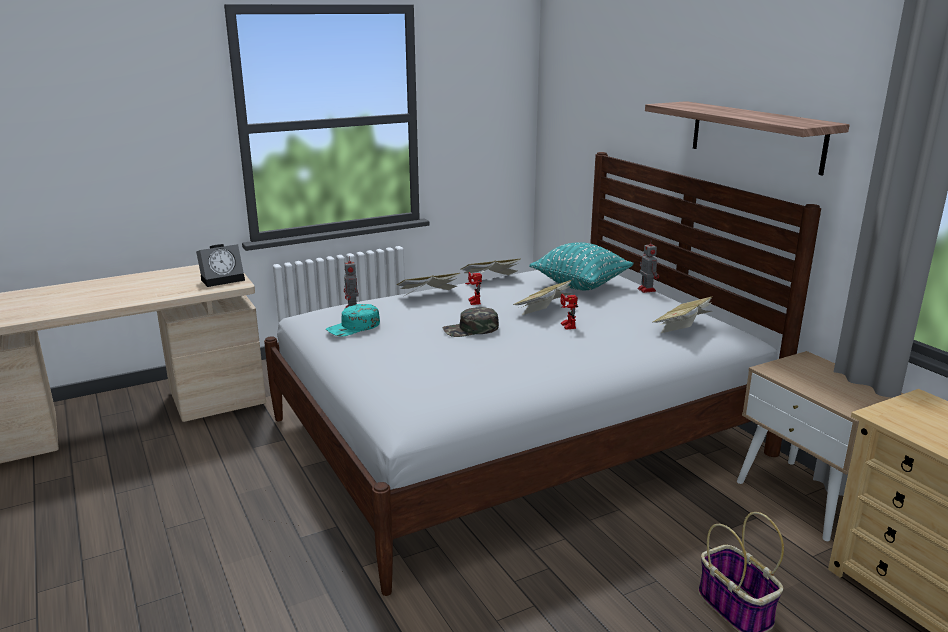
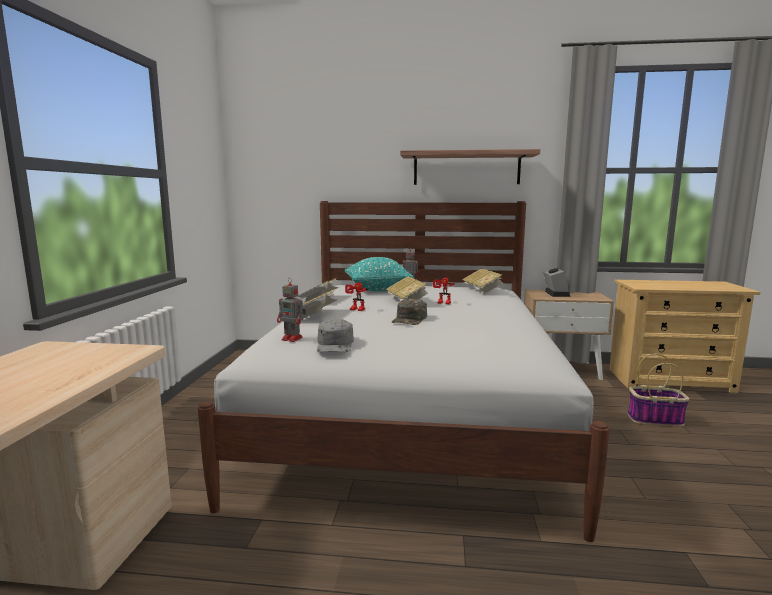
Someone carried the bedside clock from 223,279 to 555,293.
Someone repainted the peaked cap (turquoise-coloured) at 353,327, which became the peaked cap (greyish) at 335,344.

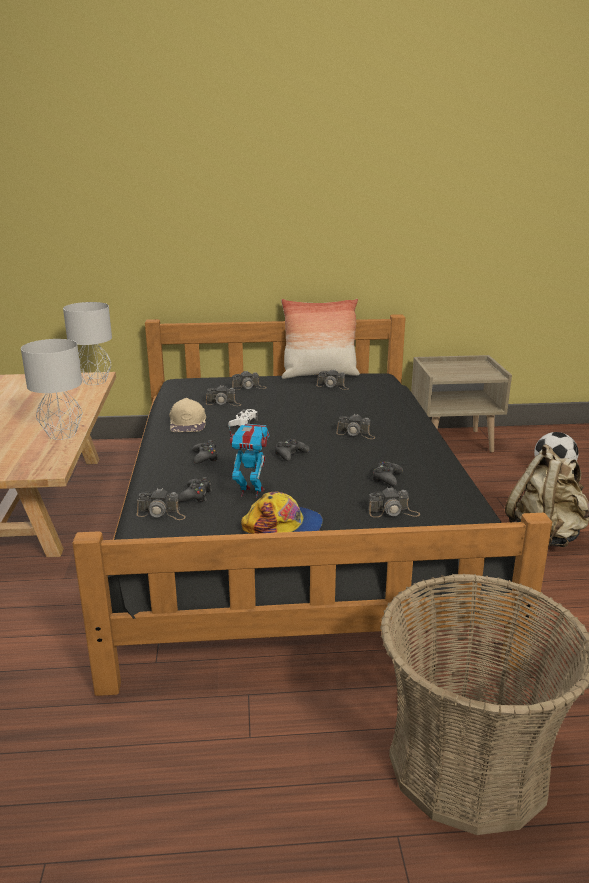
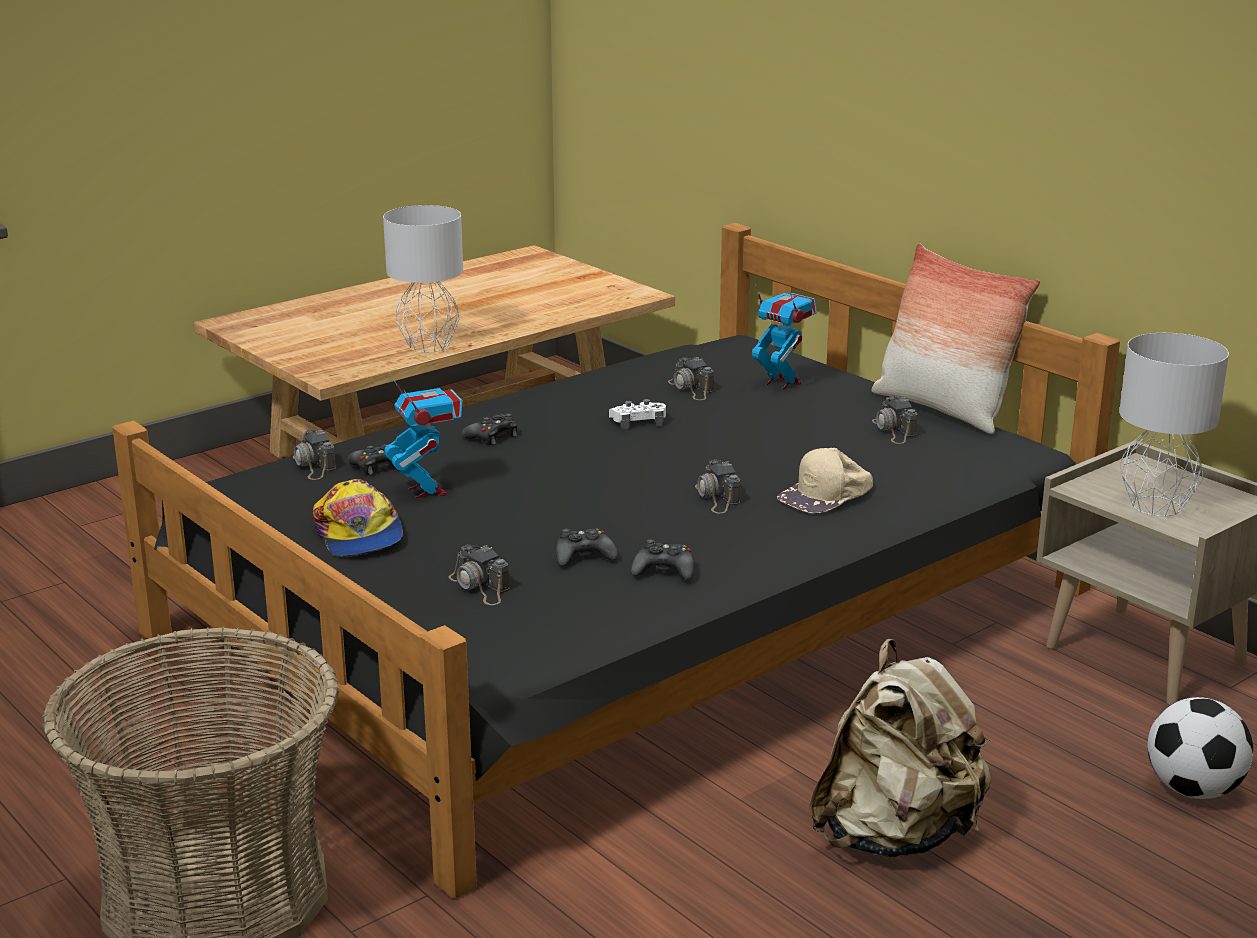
Someone carried the table lamp (greyish) from 95,381 to 1157,507.
Someone carried the peaked cap (beige) from 188,423 to 827,495.
Someone swapped the photo camera at 249,387 for the toy robot at 782,383.
Someone carried the gamepad (blackish) from 290,454 to 664,571.

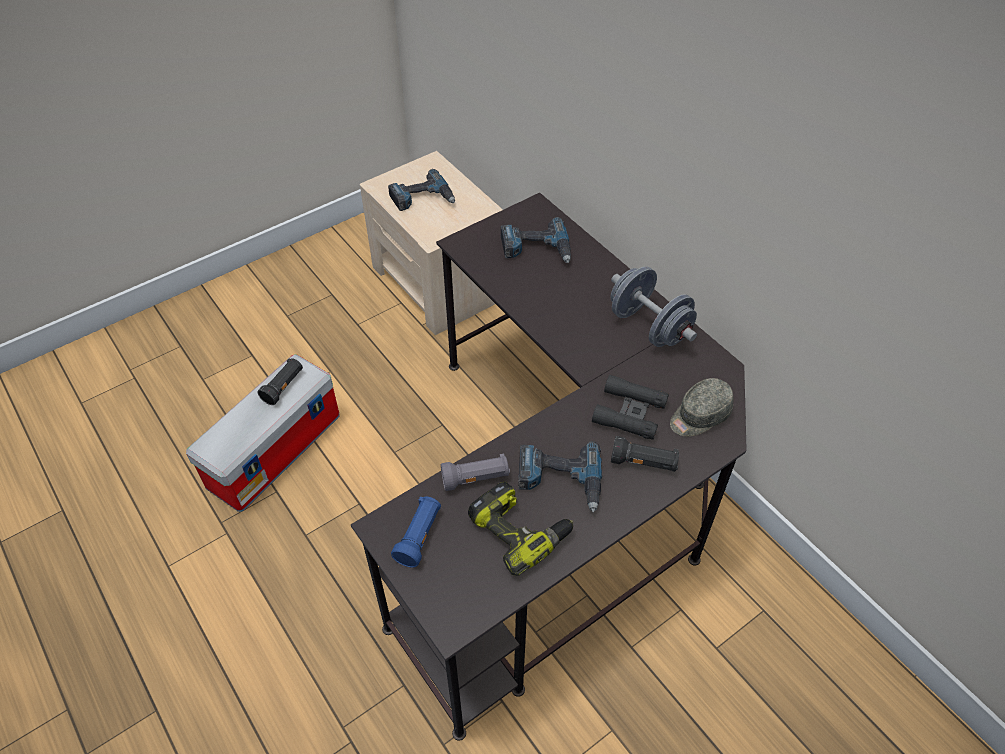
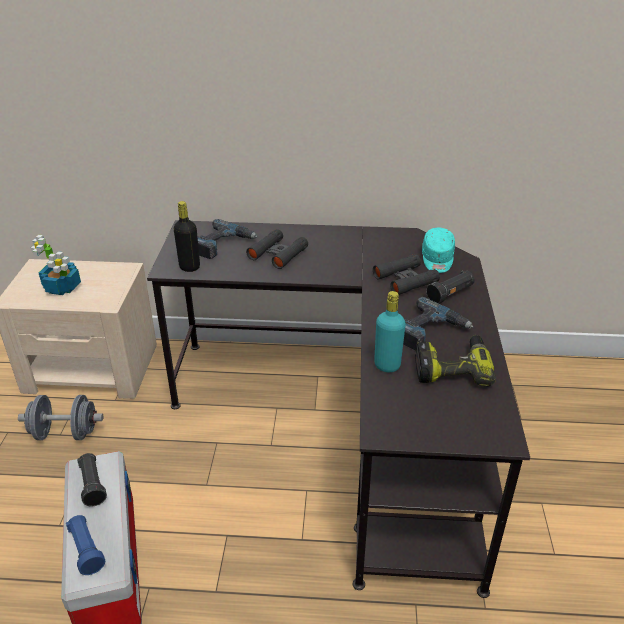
Someone swapped the electric drill at 422,198 for the potted plant at 62,288.
Someone carried the hand torch (bluish) from 419,536 to 86,550.
Someone swapped the hand torch (greyish) at 476,479 for the drink bottle (turquoise-coloured) at 387,365.
Someone carried the free weight (greyish) from 649,326 to 65,433.
Someone repainted the peaked cap (greyish) at 699,416, which became the peaked cap (turquoise-coloured) at 437,259.
Someone put down the drink bottle (blackish) at 189,267.
Someone put down the field glasses (blackish) at 278,254.

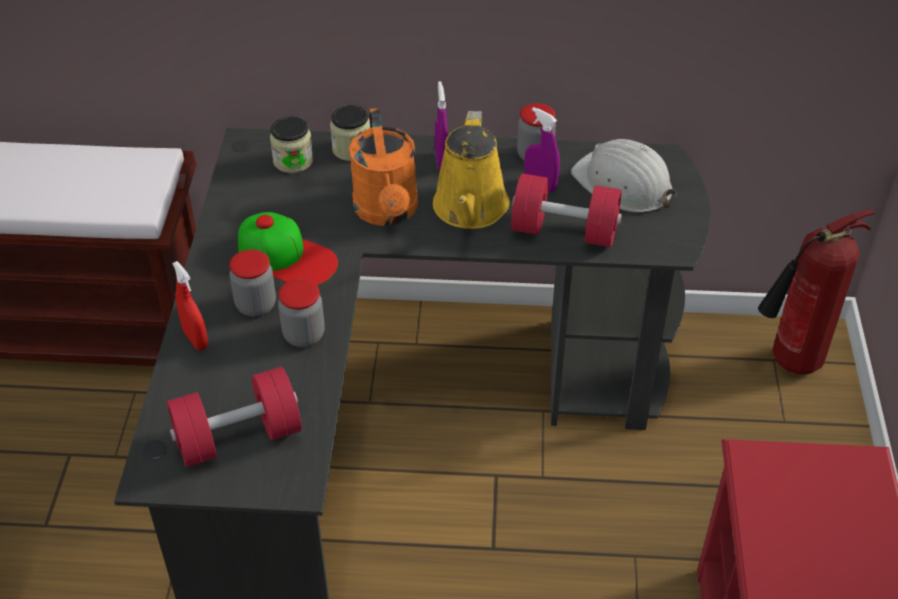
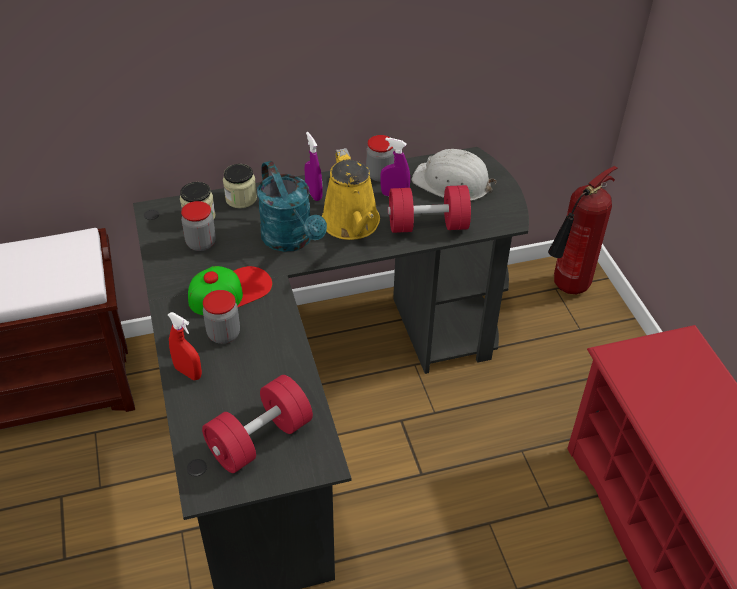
Someone rotated the peaked cap at 287,256 by 45 degrees counterclockwise.
Someone carried the storage jar from 304,335 to 201,243.
Someone repainted the watering pot (orangey) at 388,212, which became the watering pot (turquoise-coloured) at 292,240.

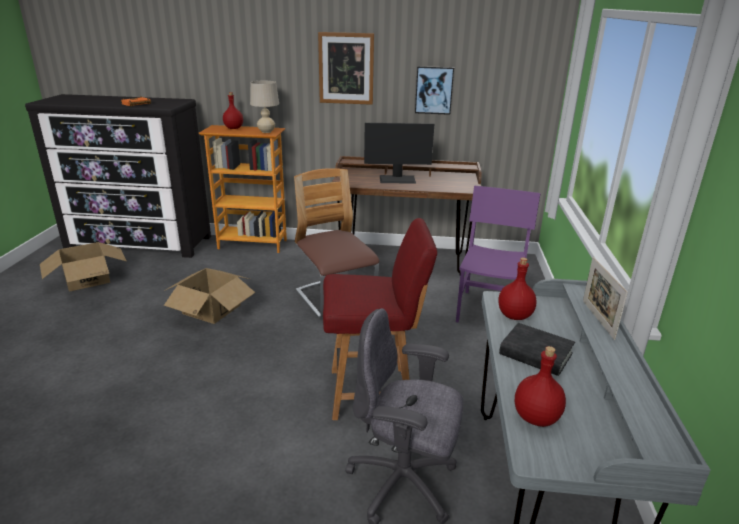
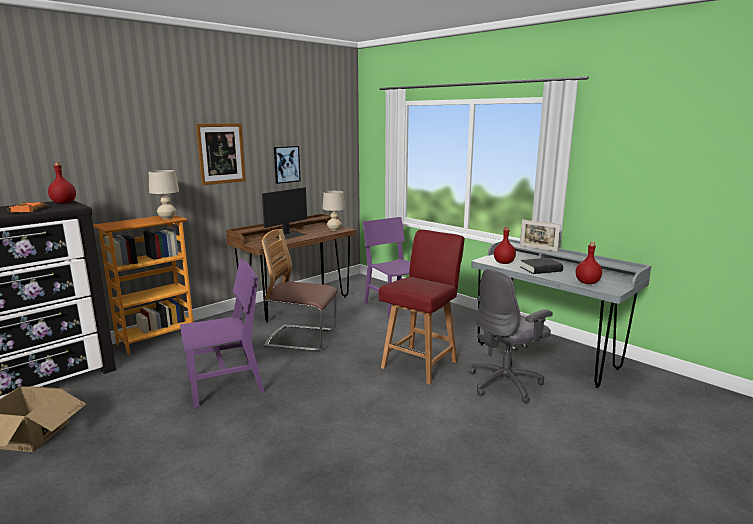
Someone swapped the cardboard box at 211,309 for the chair (purple) at 226,386.
Someone carried the drink bottle (reddish) from 234,128 to 64,203.
Someone put down the table lamp (beige) at 334,230.

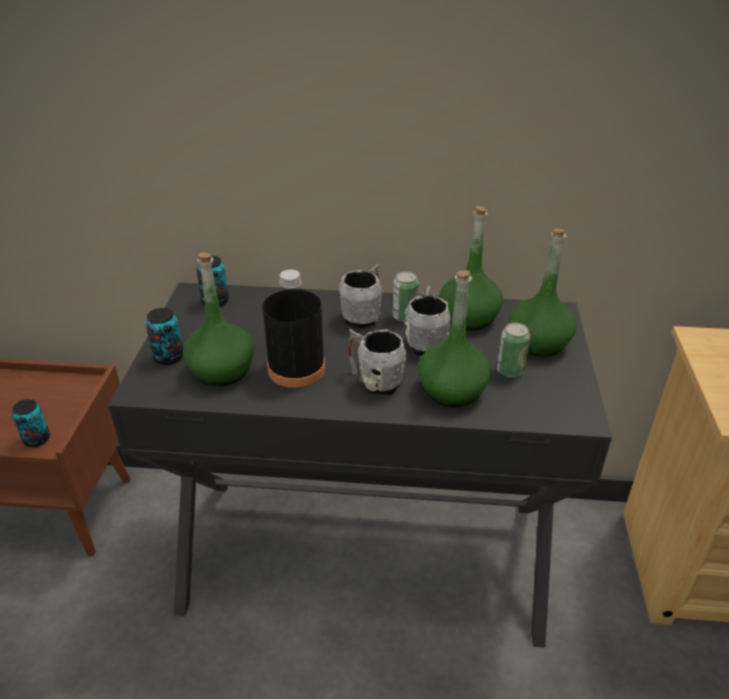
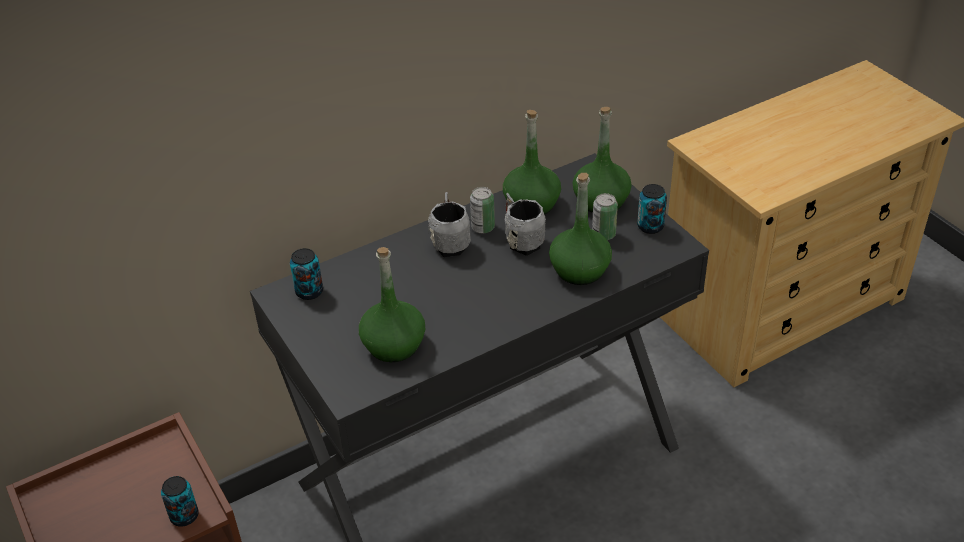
Someone carried the sealed can from 168,357 to 650,226.
Someone took away the drink bottle (blackish) at 296,369.
Someone took away the coffee mug (greyish) at 375,381.

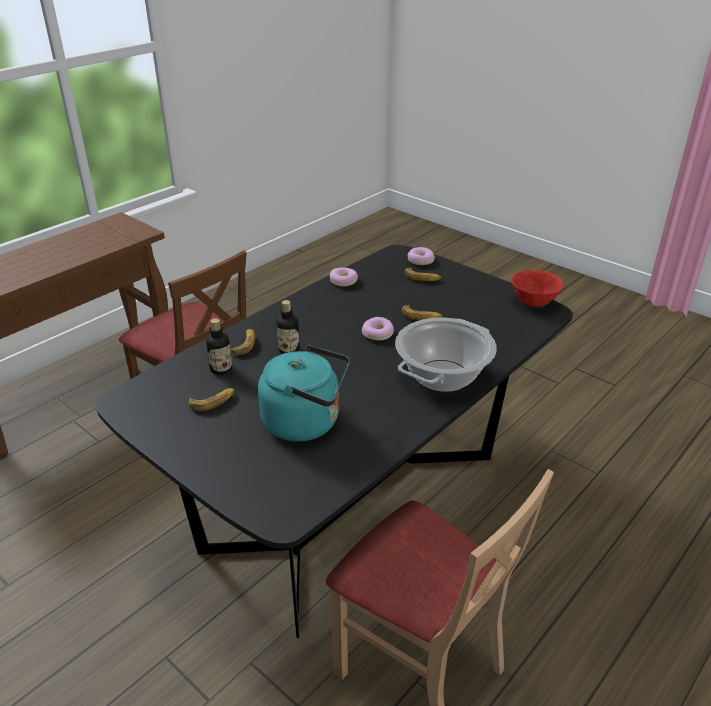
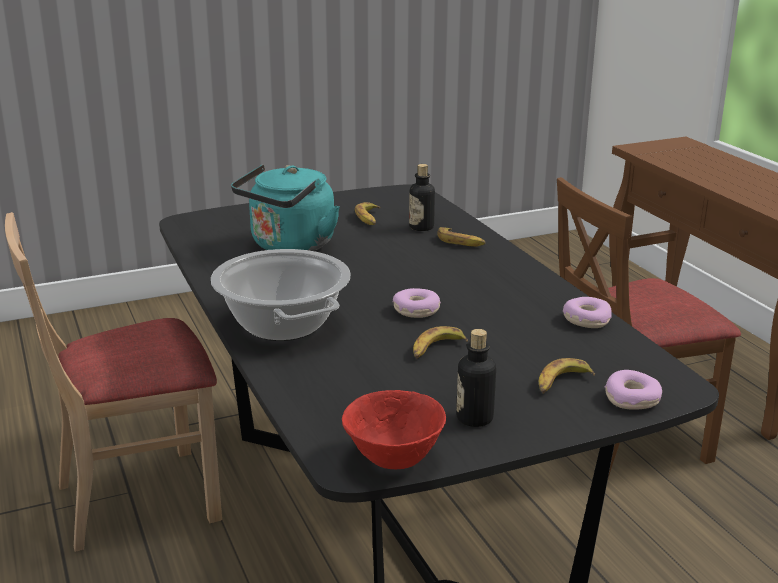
Someone carried the drink bottle from 289,350 to 474,418.

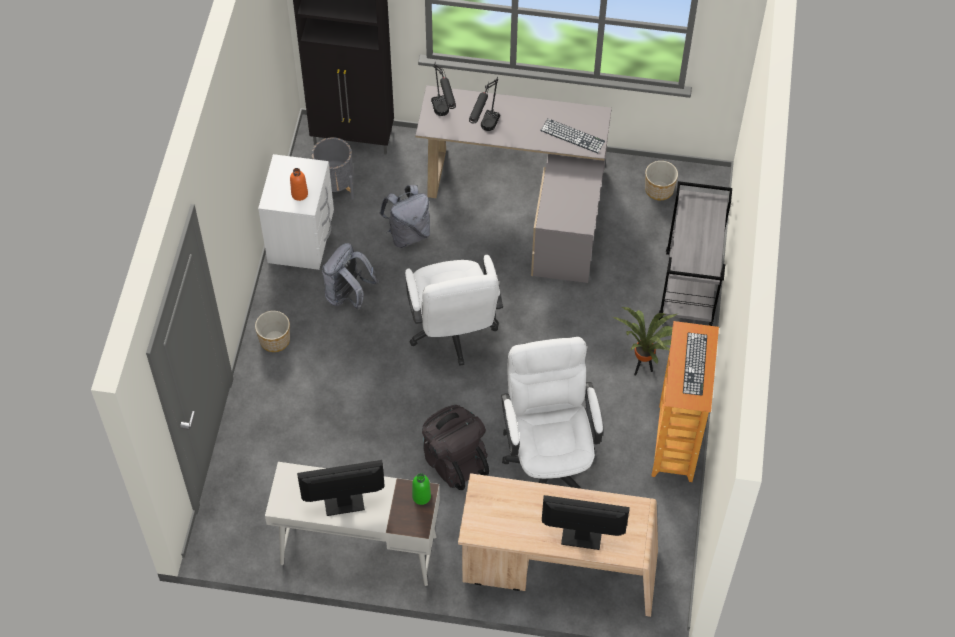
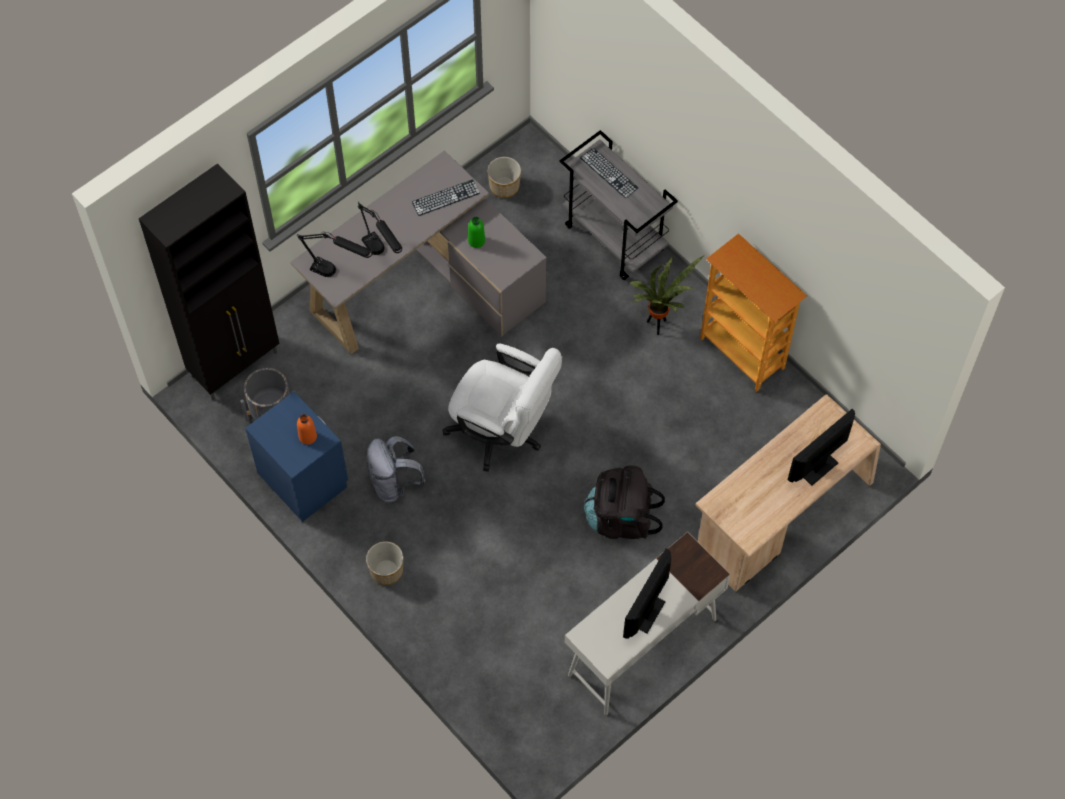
Someone repainted the night table (whitish) at 302,240, which became the night table (bluish) at 303,479.
Someone took away the rucksack (greyish) at 408,234.
Someone carried the drink bottle (greenish) from 421,496 to 476,241.
Someone took away the desk chair (whitish) at 549,459.
Someone carried the keyboard from 695,364 to 609,173.

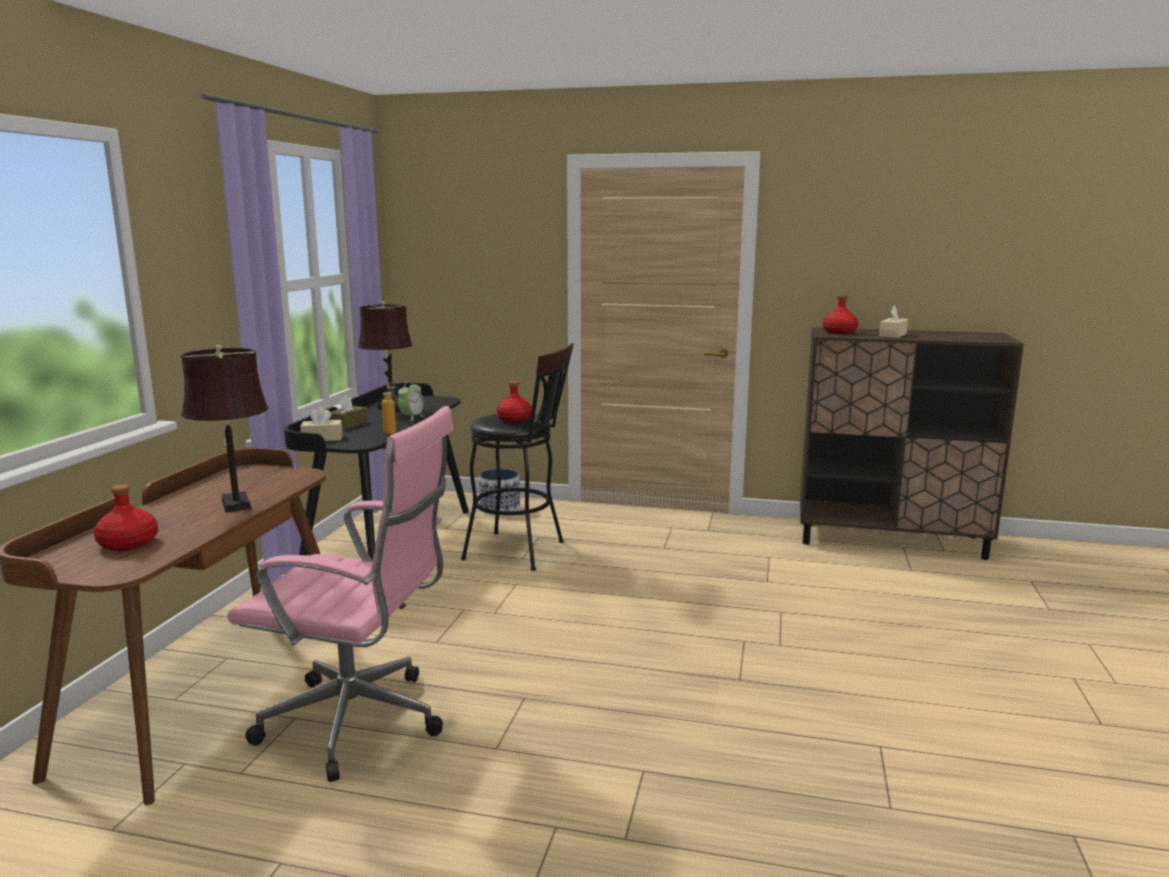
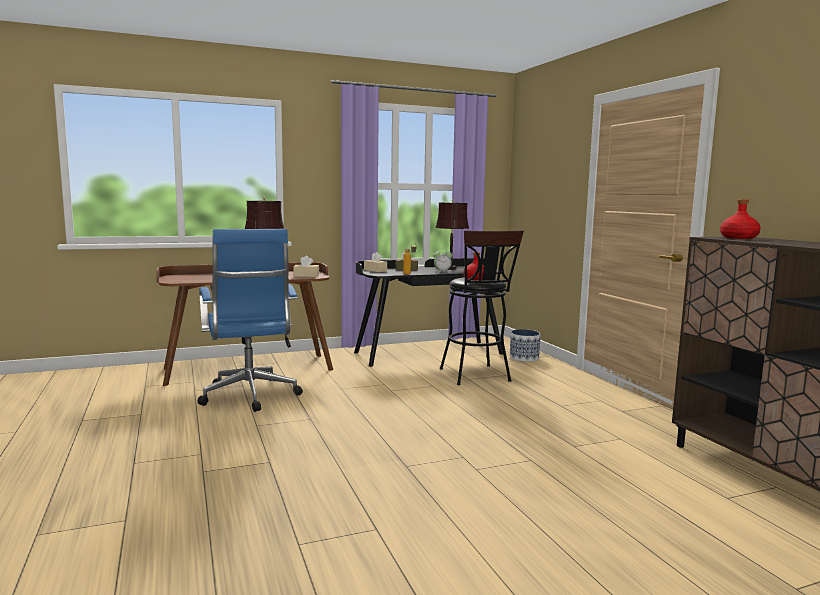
Someone took away the drink bottle (reddish) at 127,544.
Someone repainted the desk chair (pink) at 361,723, which became the desk chair (bluish) at 250,397.
Someone carried the tissue holder (beige) from 893,335 to 306,276.

